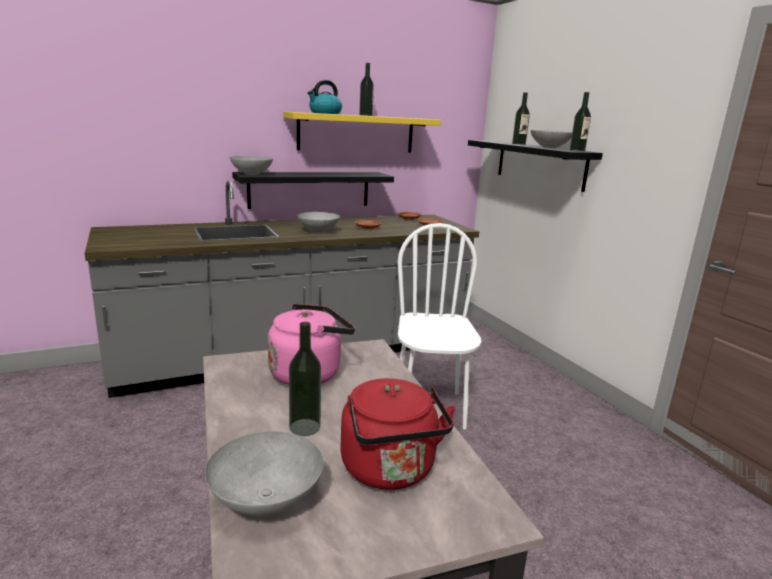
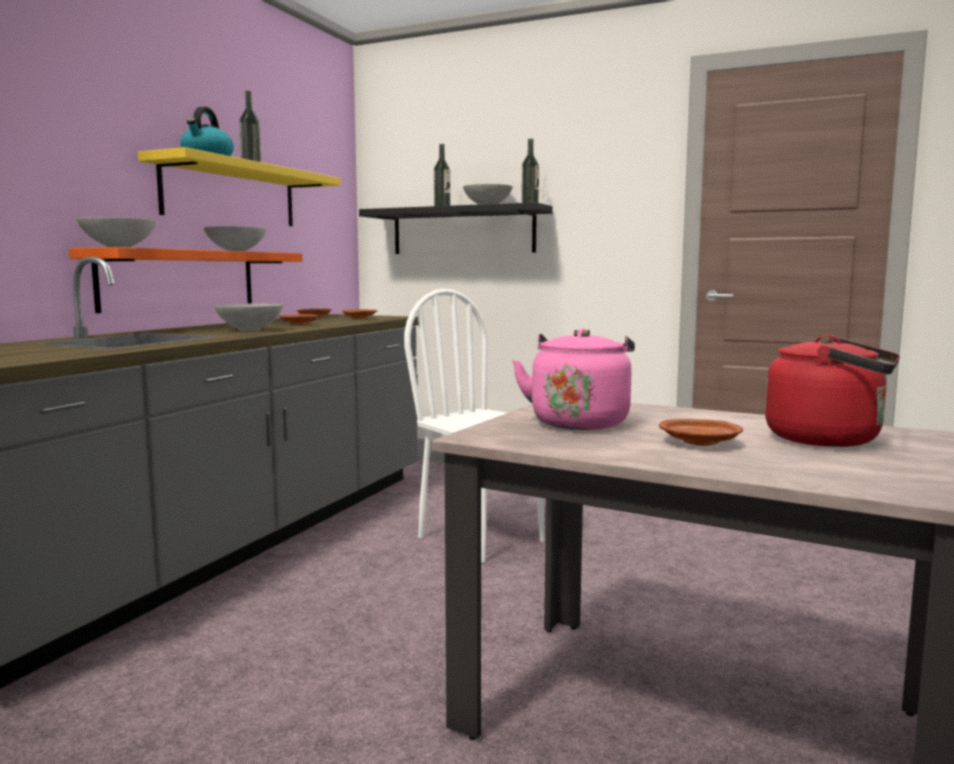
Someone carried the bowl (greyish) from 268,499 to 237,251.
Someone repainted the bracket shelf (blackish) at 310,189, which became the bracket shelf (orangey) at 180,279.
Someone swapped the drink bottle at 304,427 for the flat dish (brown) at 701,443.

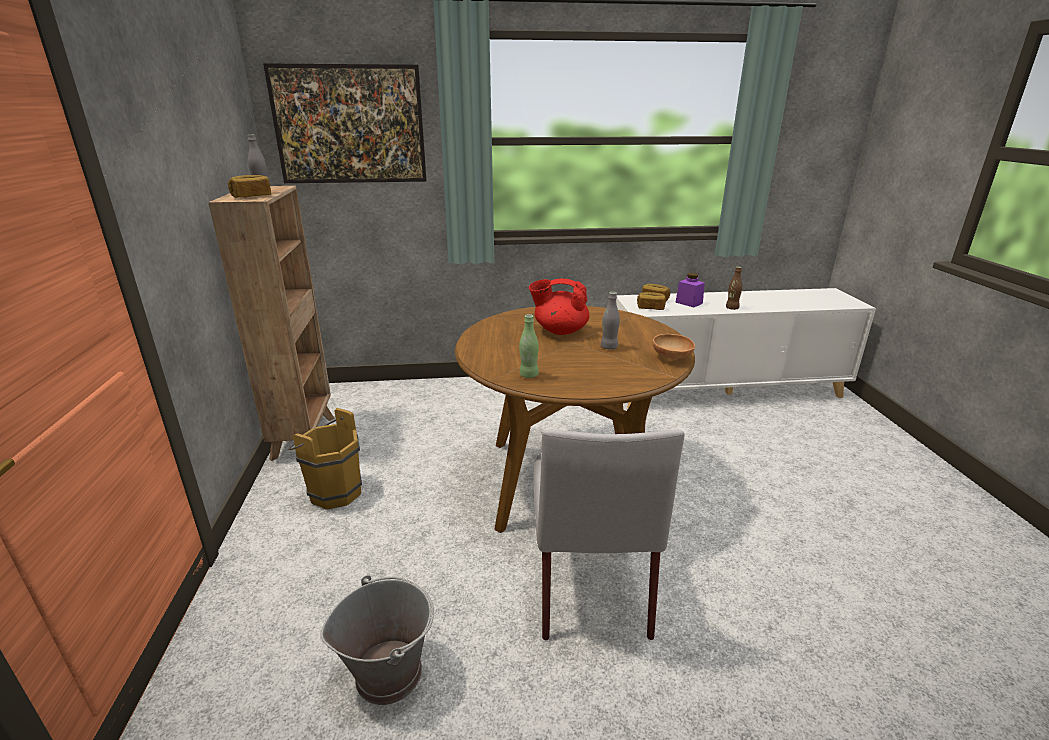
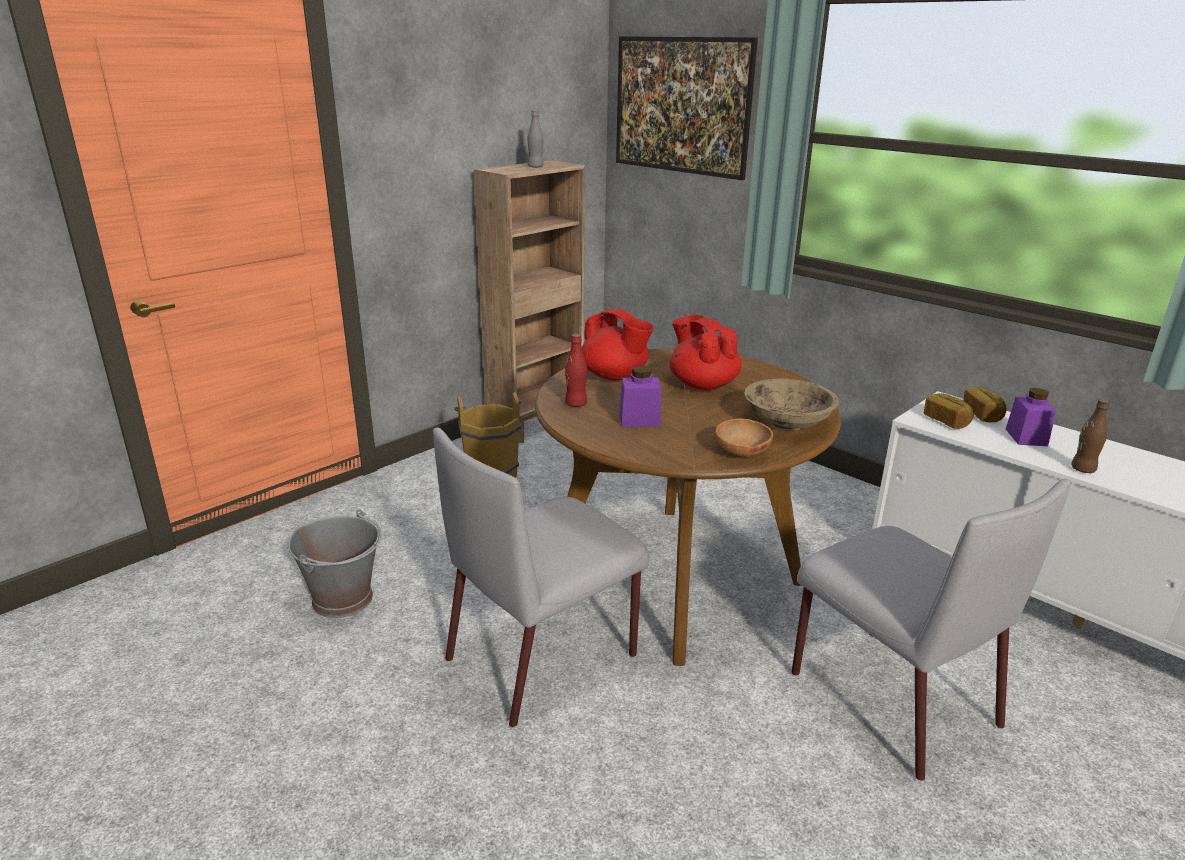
Someone took away the bread at 251,196.
Someone repainted the drink bottle (greenish) at 529,375, which became the drink bottle (reddish) at 576,404.
Someone took away the drink bottle (greyish) at 609,347.
Someone put down the pot for tea (reddish) at 614,376.
Someone put down the storage jar (purple) at 639,420.
Someone put down the bowl (beige) at 787,422.
Someone put down the chair (greyish) at 889,696.

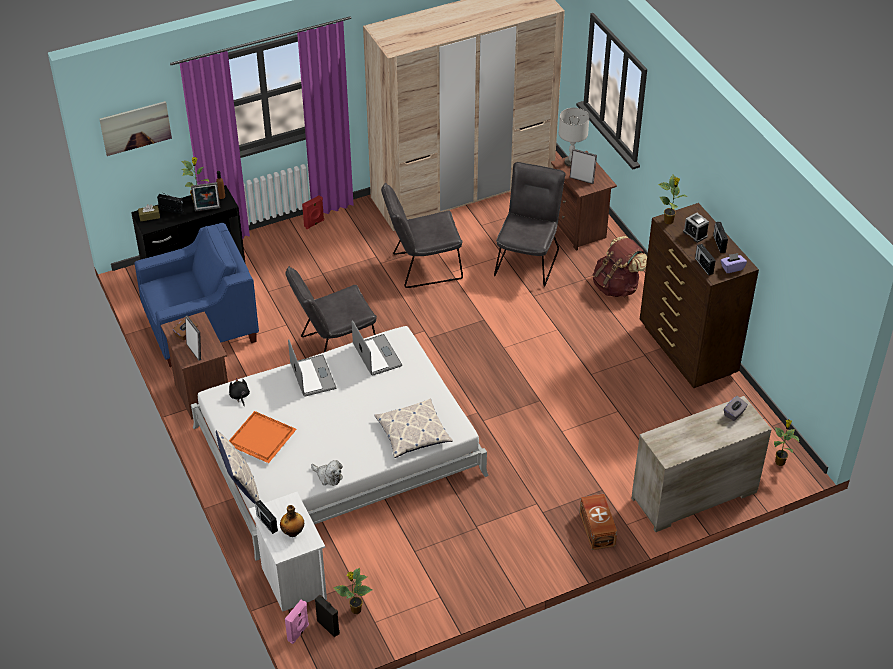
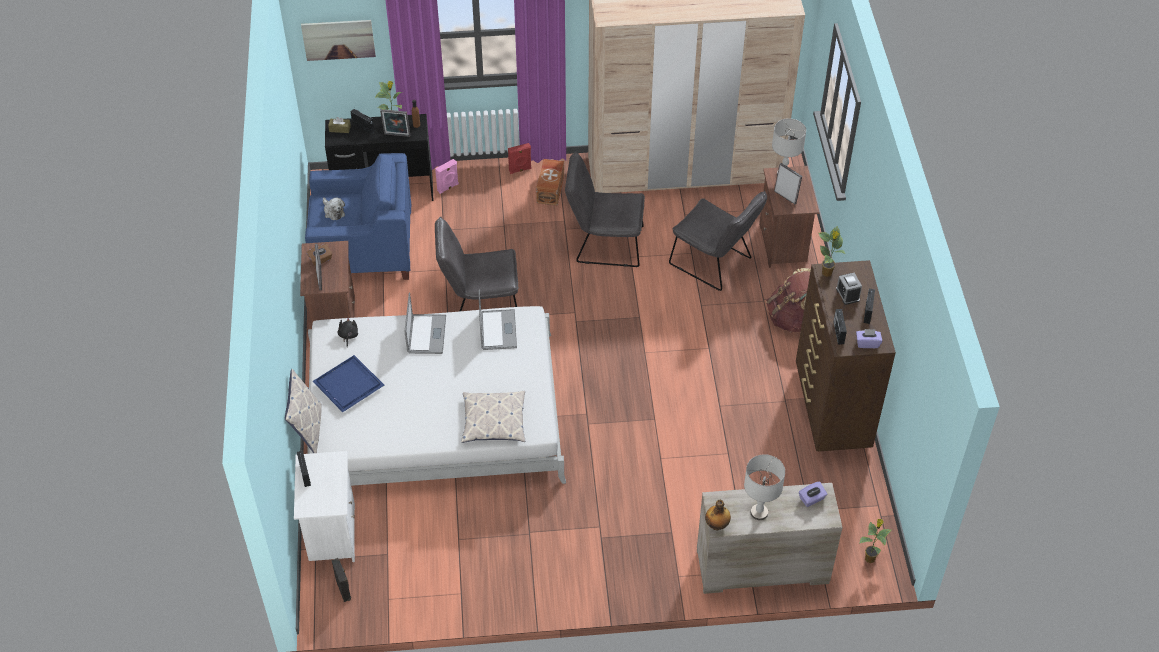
Someone repainted the serving tray (orangey) at 260,438, which became the serving tray (bluish) at 347,384.
Someone carried the drink bottle from 293,532 to 717,525.
Someone carried the loudspeaker (pink) from 299,633 to 448,188.
Someone carried the cuddly toy from 328,476 to 333,211.
Someone took away the potted plant at 355,610.
Someone rotated the chair (greyish) at 528,259 by 90 degrees clockwise.
Someone carried the storage container (brown) from 597,528 to 551,189.
Someone repainted the tissue holder (greyish) at 734,413, which became the tissue holder (purple) at 812,499.
Someone put down the table lamp (greyish) at 758,513.

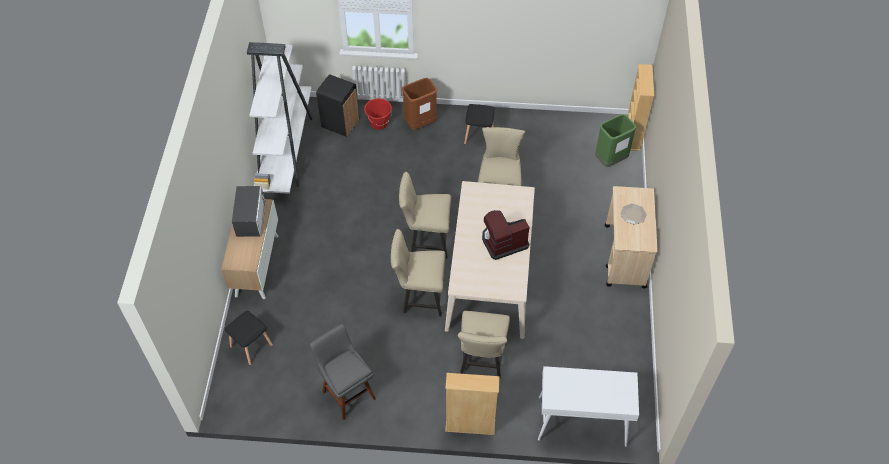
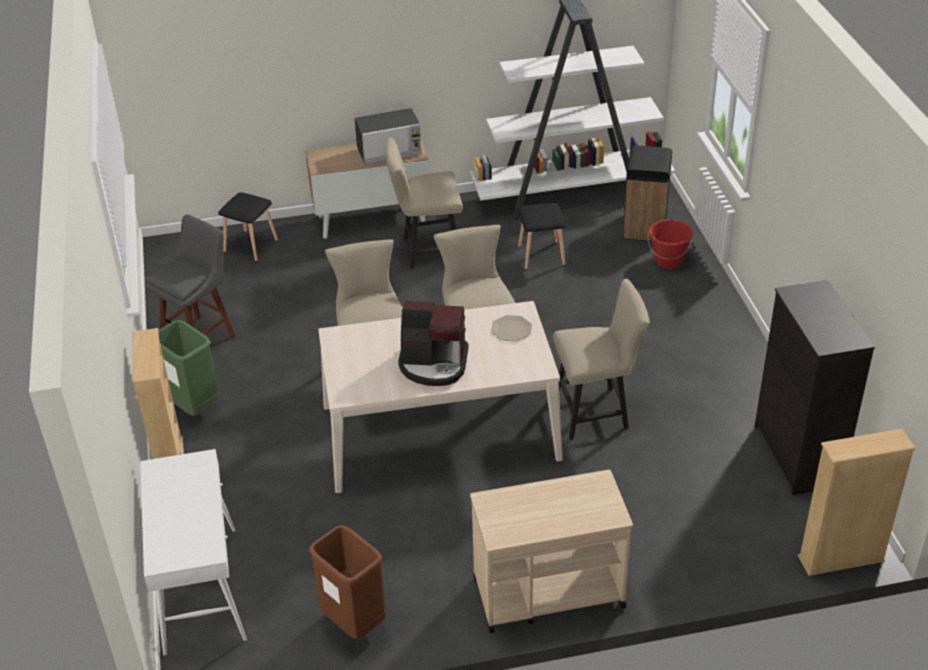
Someone carried the waste bin (brown) from 420,123 to 354,622.
Someone carried the chair (beige) from 481,362 to 427,250.
Someone carried the sitting stool (blackish) from 479,135 to 542,256.
Someone rotated the coffee machine at 503,242 by 135 degrees clockwise.
Someone carried the waste bin (greenish) from 610,160 to 194,406.
Someone carried the flat dish from 633,214 to 512,329.
Someone put down the dresser (blackish) at 796,456.

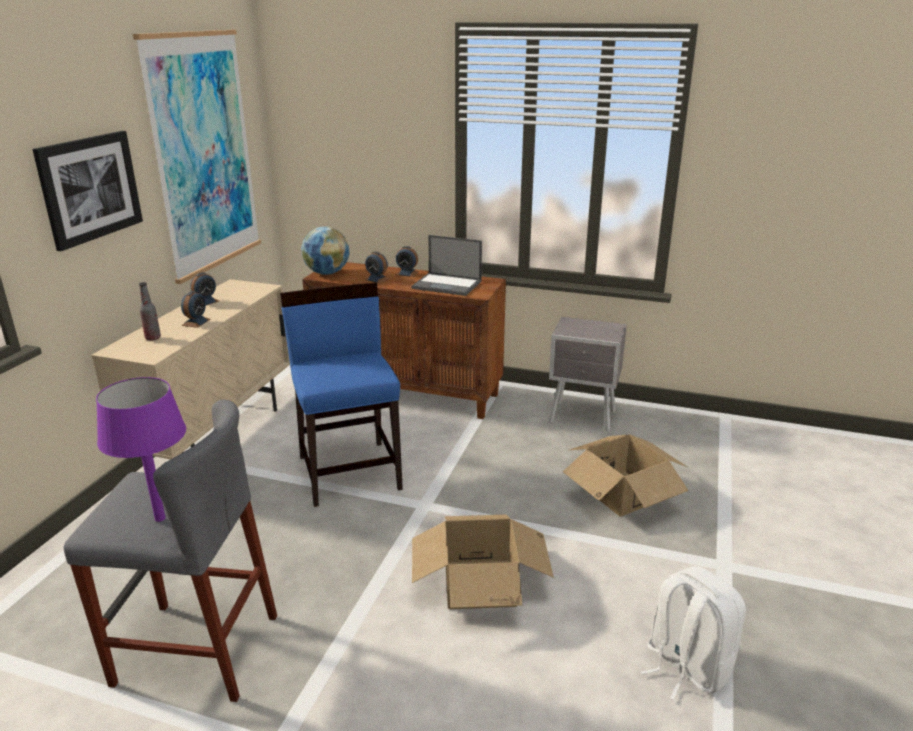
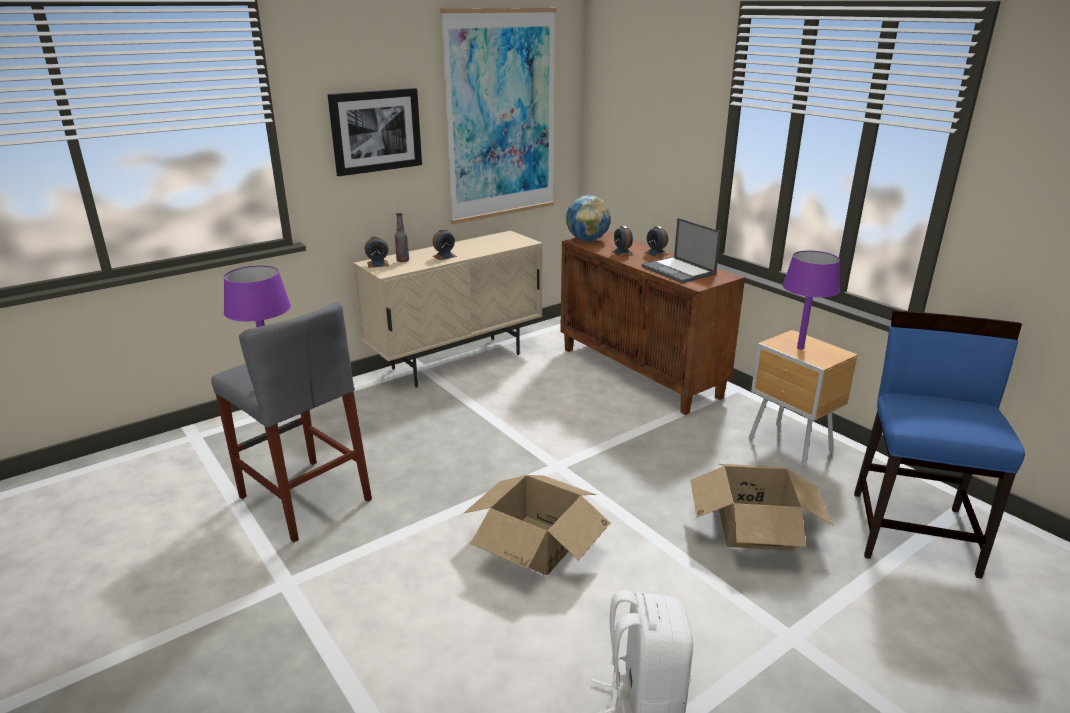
Someone carried the bedside clock from 205,302 to 378,264.
Someone carried the chair (bluish) from 350,471 to 914,531.
Someone repainted the night table (greyish) at 583,418, which became the night table (brown) at 790,446.
Someone put down the table lamp (purple) at 800,348.

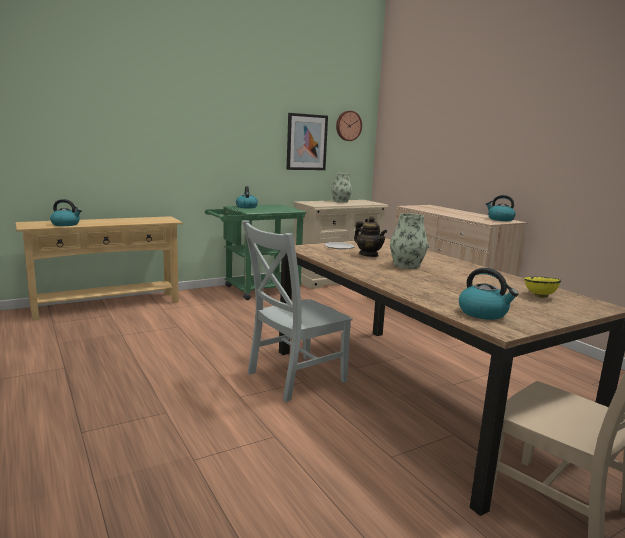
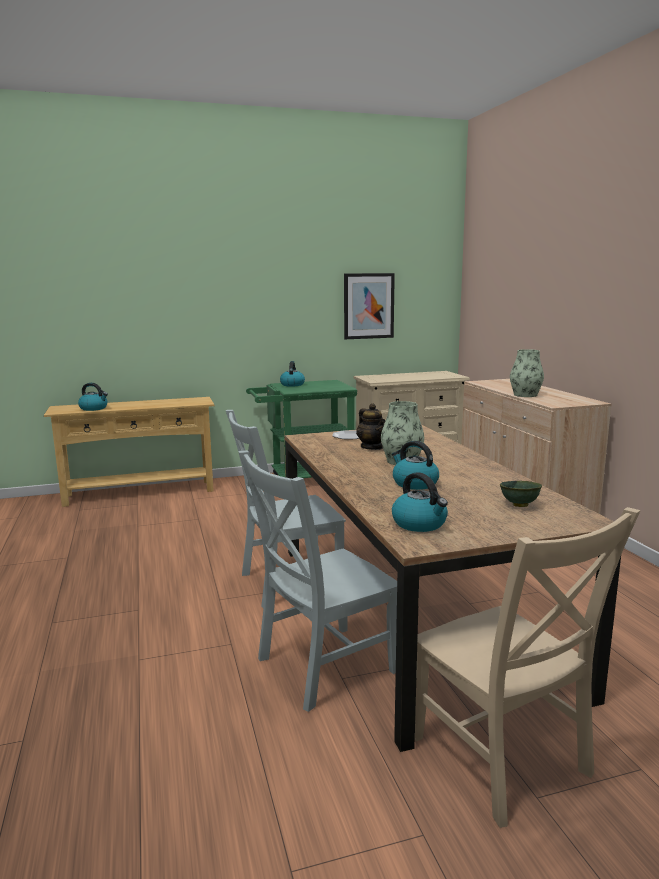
Someone carried the flower vase from 340,201 to 525,395.
Someone took away the hanging clock at 348,126.
Someone carried the kettle from 500,219 to 414,483.
Someone repainted the bowl (yellow) at 539,296, which became the bowl (greenish) at 519,505.
Someone put down the chair (greyish) at 321,667.

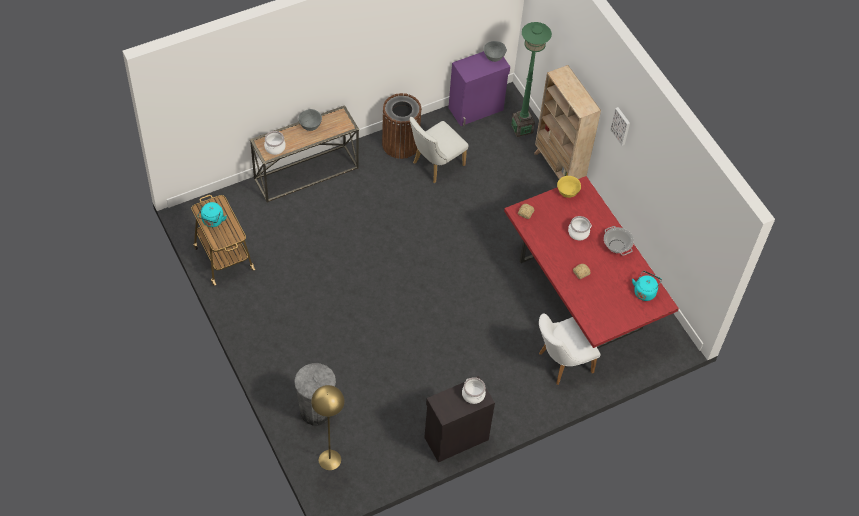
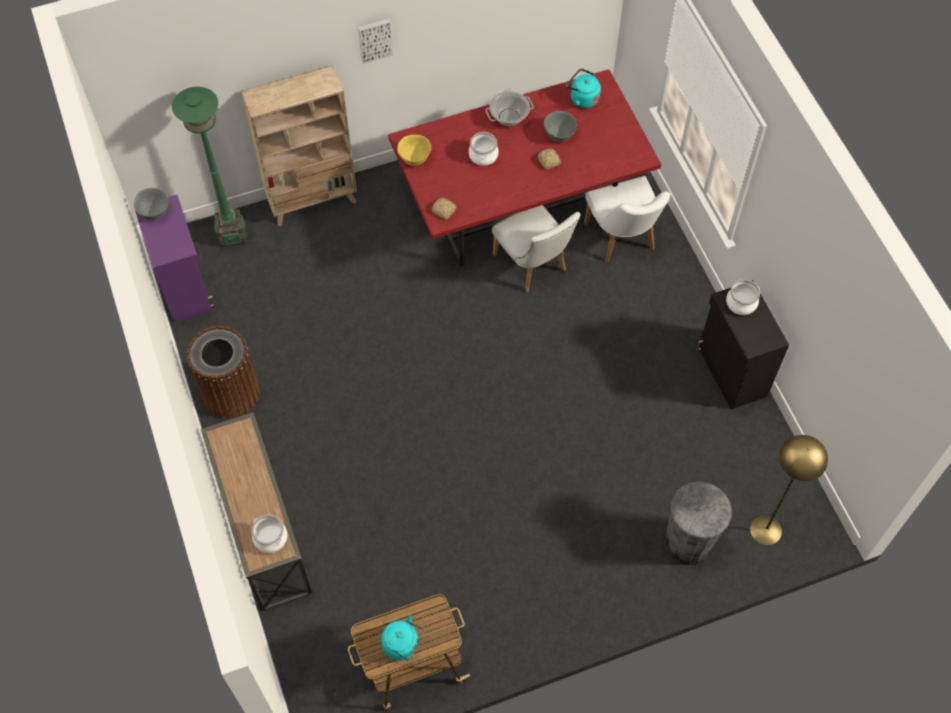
Someone carried the bowl (greyish) from 310,126 to 559,135.
Someone carried the chair (whitish) from 435,165 to 533,266.

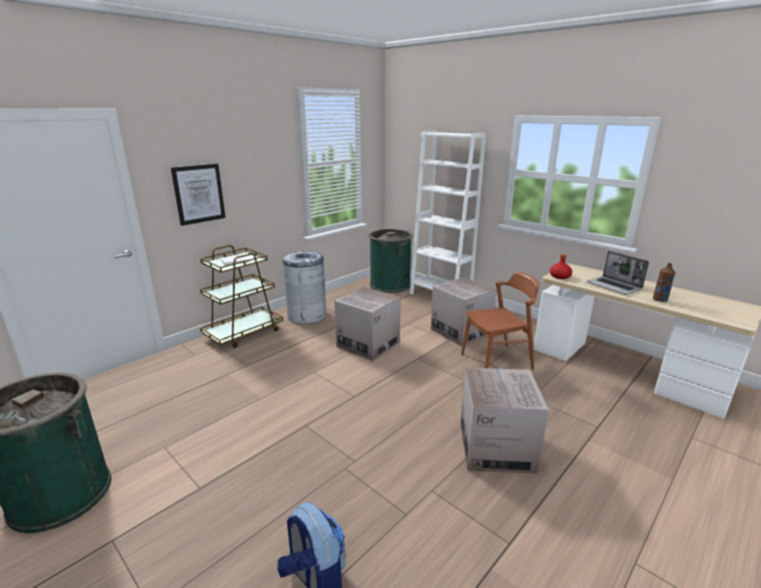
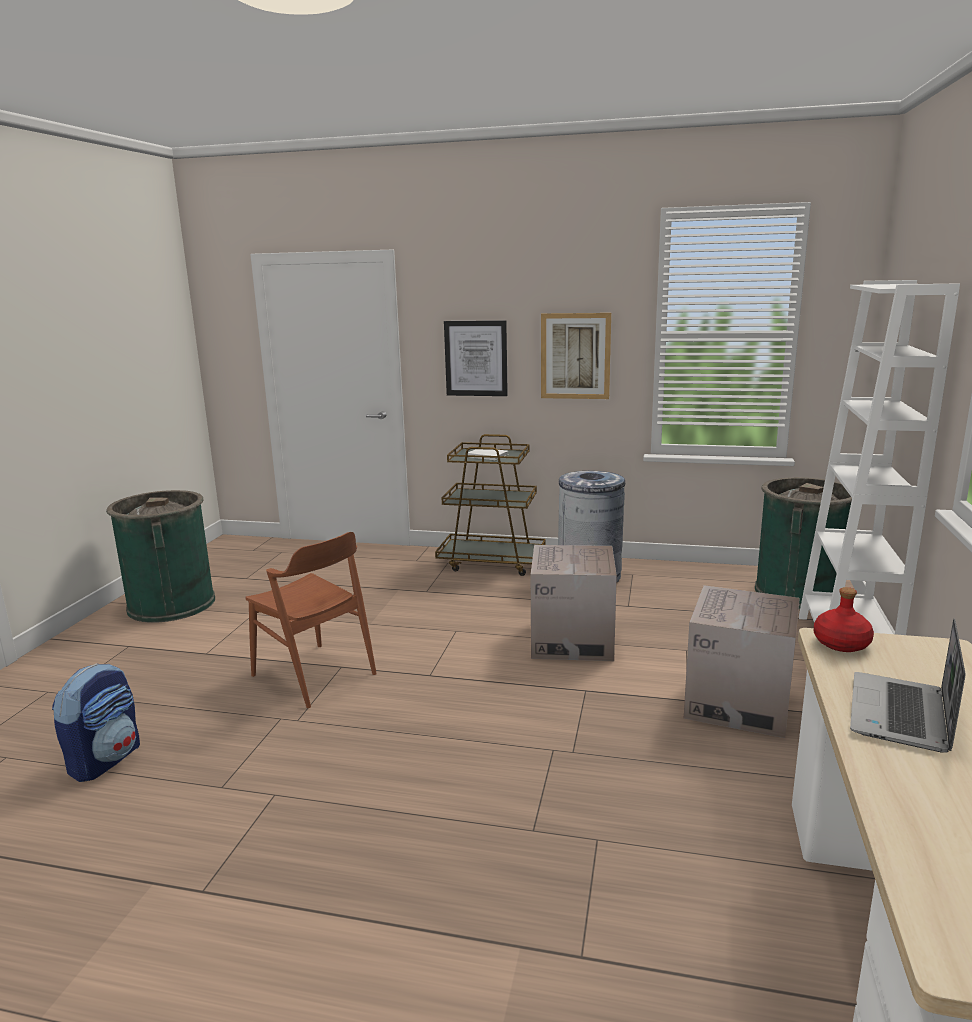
Someone took away the cardboard box at 496,447.
Someone carried the chair (brown) from 496,361 to 314,674.
Someone took away the drink bottle (brown) at 660,300.
Someone put up the picture at 575,356.

